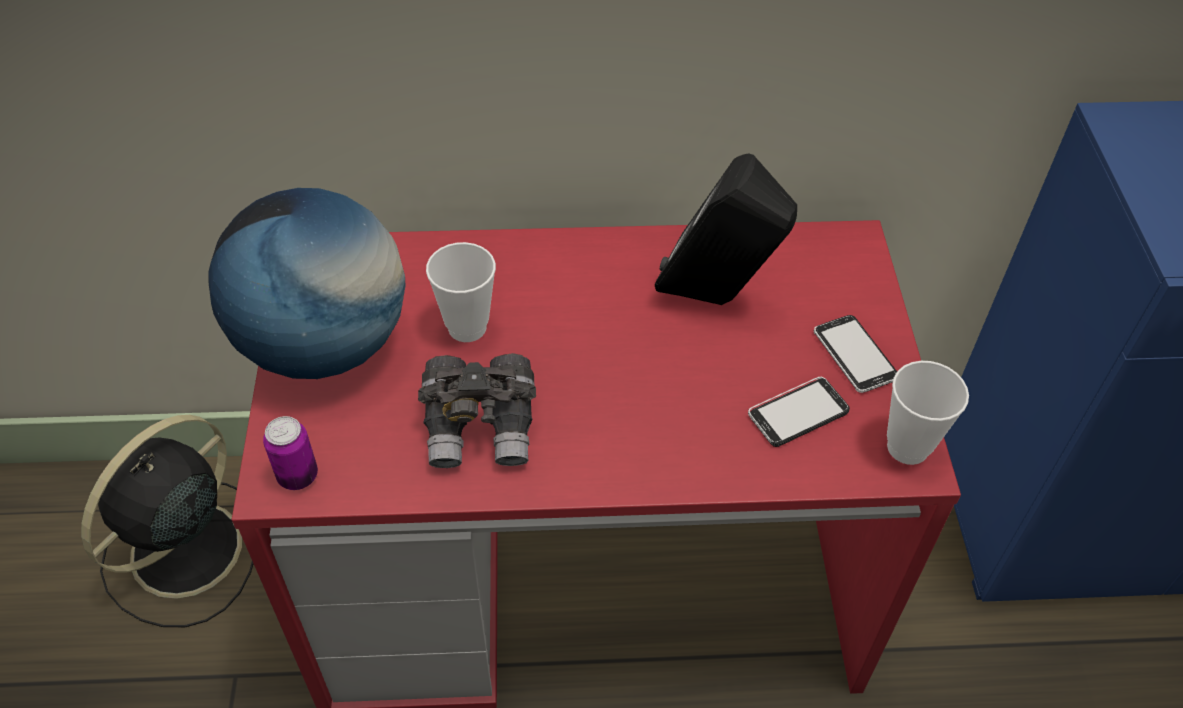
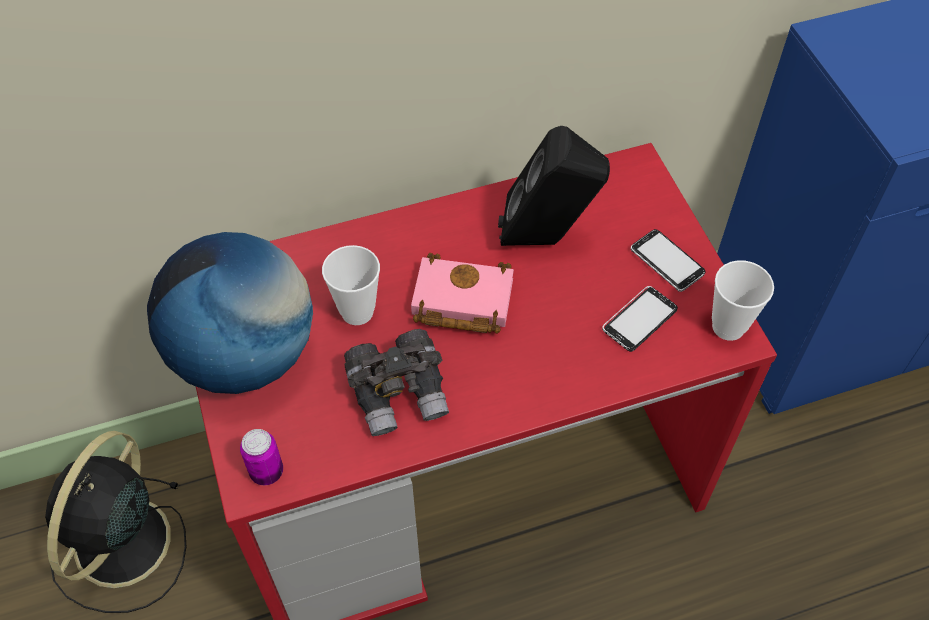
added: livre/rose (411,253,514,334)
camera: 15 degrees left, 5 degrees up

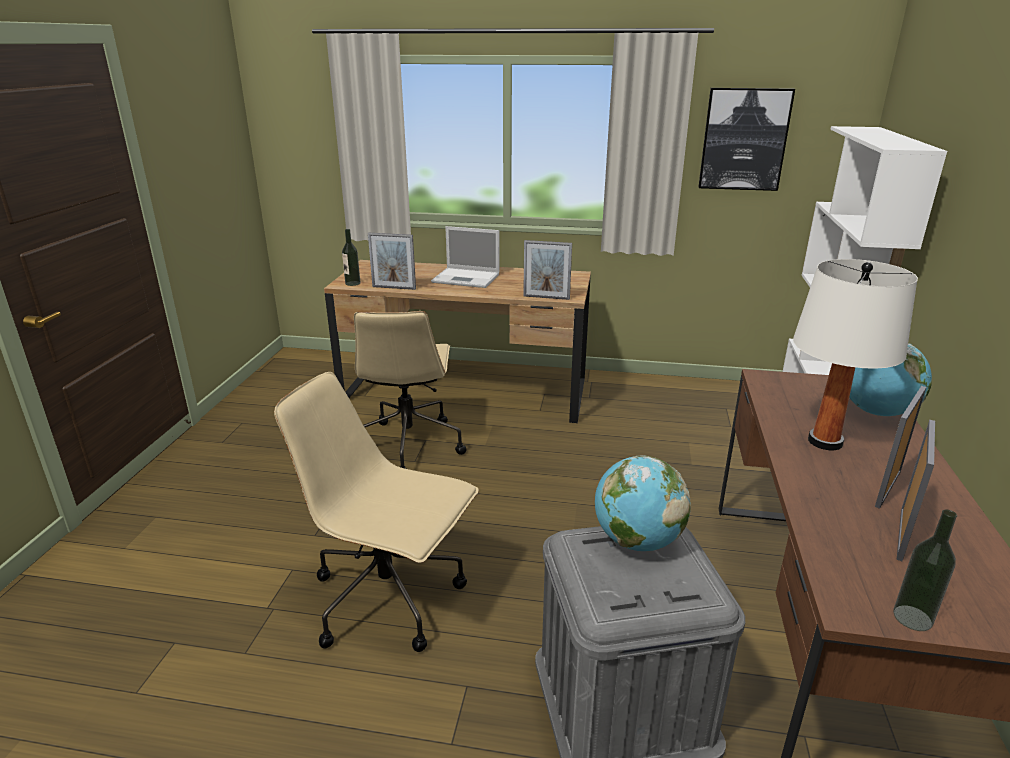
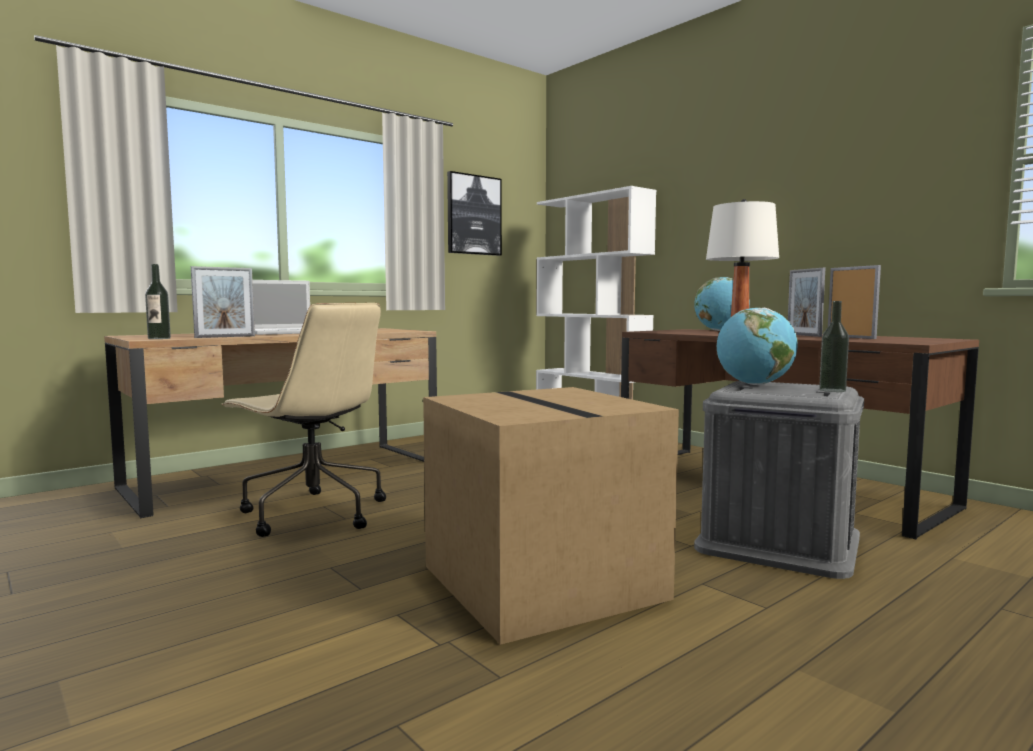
removed: cadre photo (523,240,572,300)
moved: bouteille (893,509,957,631) to (819,301,849,392)
replaced: chaise de bureau/beige (274,372,479,652) to carton (423,387,679,645)
camera: 50 degrees left, 20 degrees down

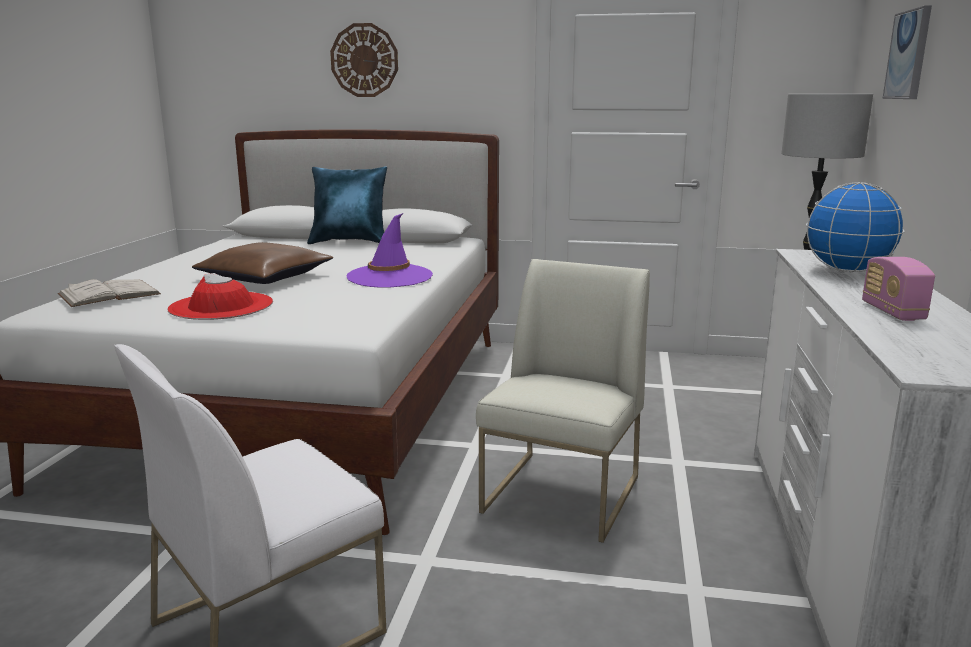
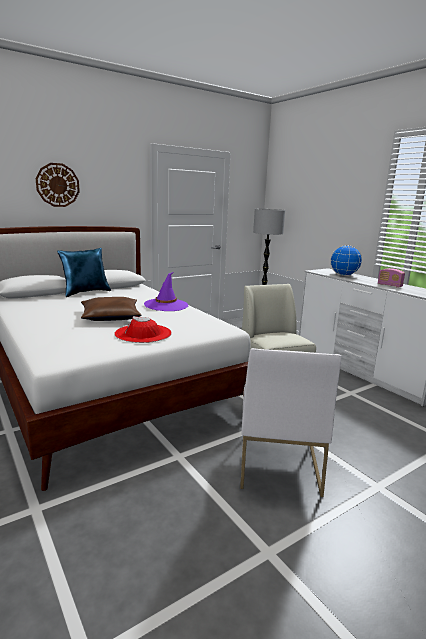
removed: tableau (883,5,932,99); livre/blanc (58,279,161,307)
camera: 45 degrees left, 0 degrees up

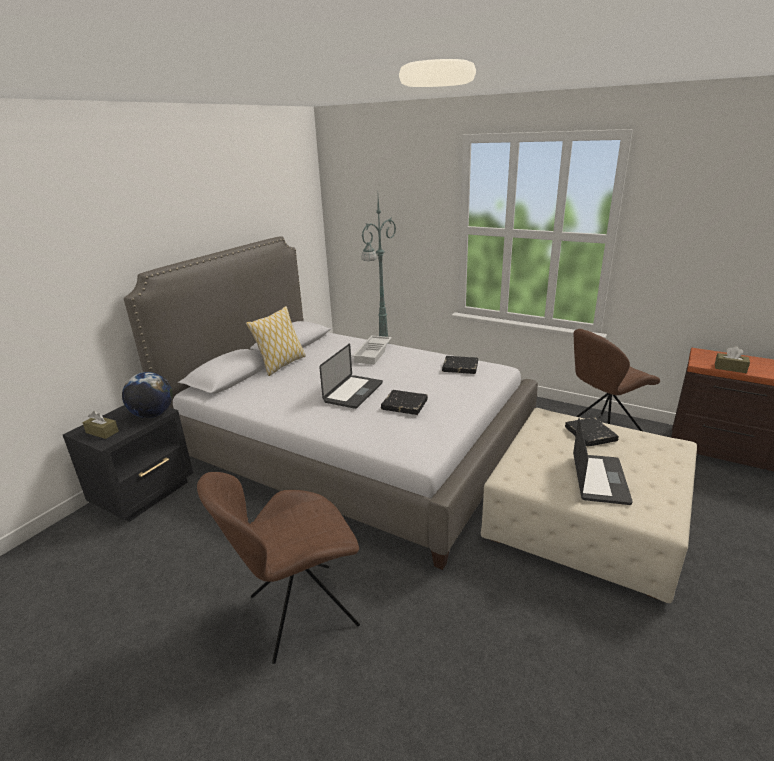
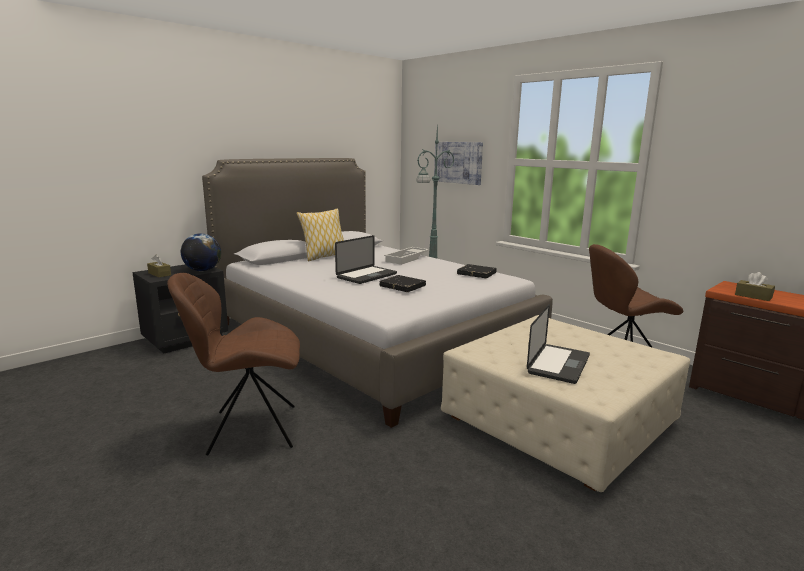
removed: livre/noir (565,417,619,447)
added: tableau (434,142,483,185)
camera: 15 degrees right, 10 degrees down

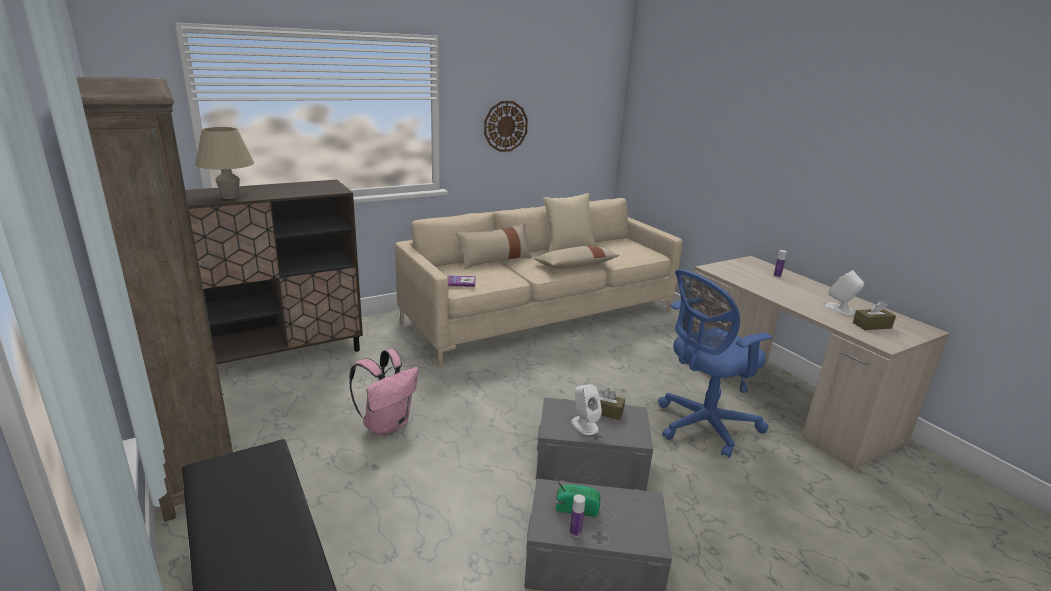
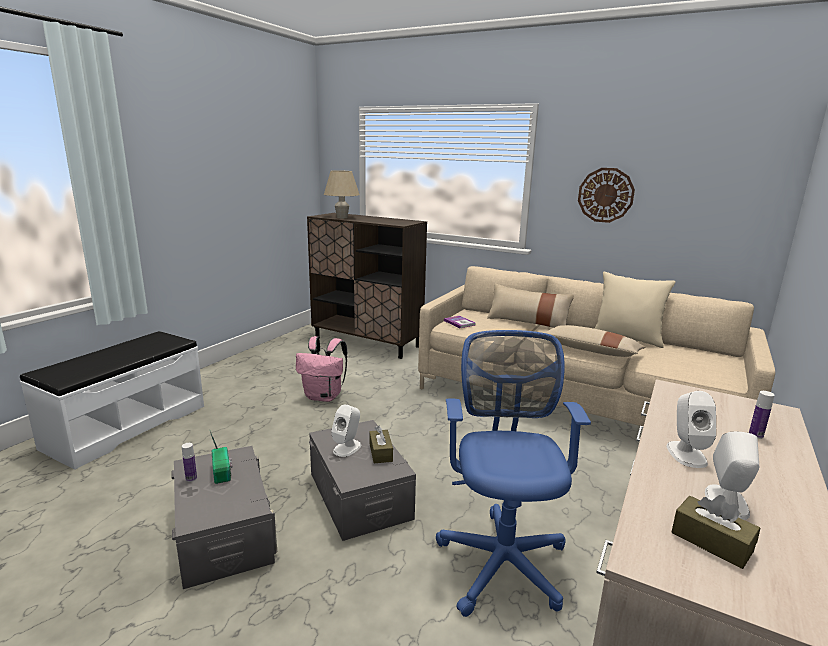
removed: bibliothèque/marron (77,77,233,522)
added: enceinte/blanc (667,391,716,468)
turned: chaise de bureau/bleu (658,269,772,458) = (436,330,591,617) 60 degrees clockwise
camera: 60 degrees right, 5 degrees down

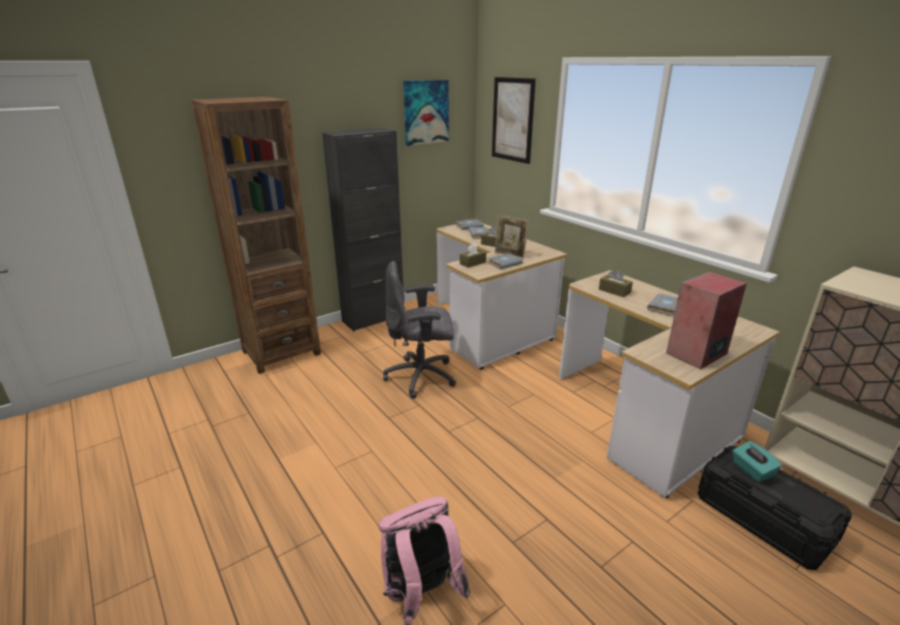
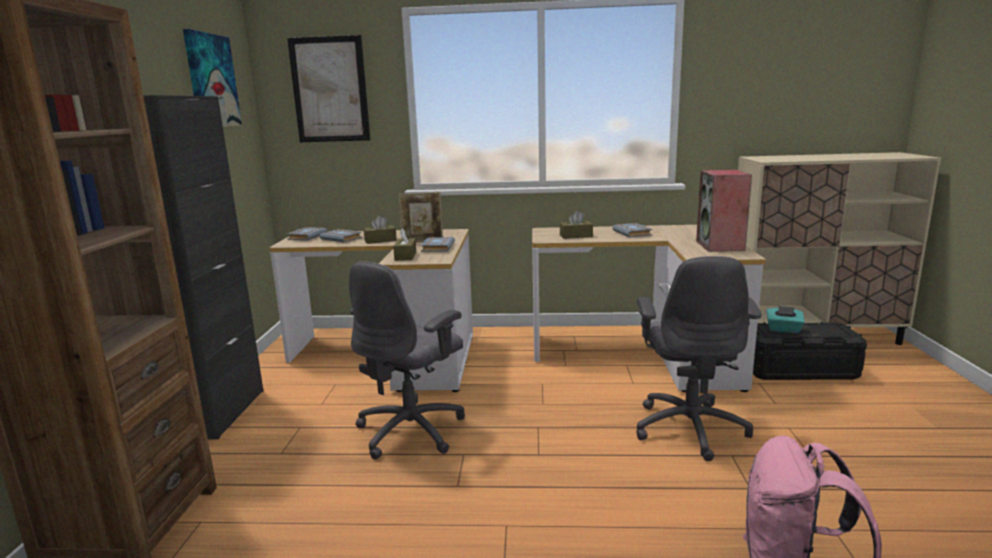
added: chaise de bureau/gris (636,256,762,461)
camera: 50 degrees left, 10 degrees down

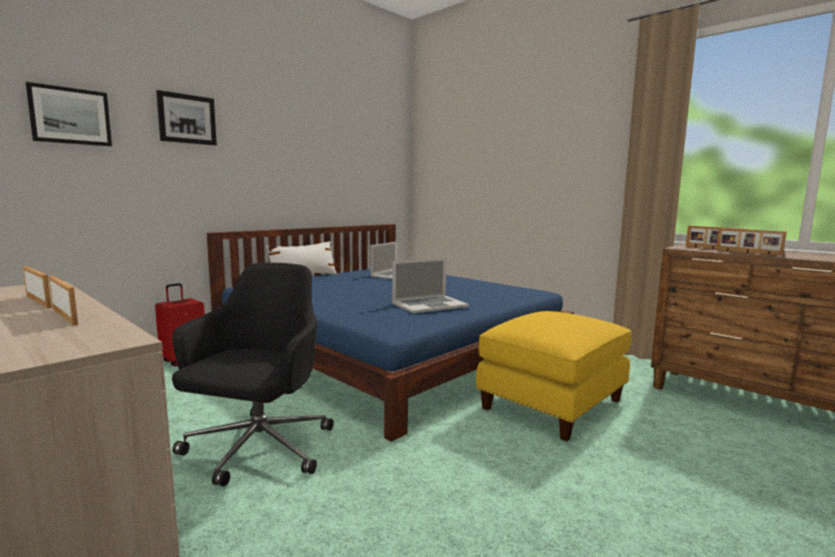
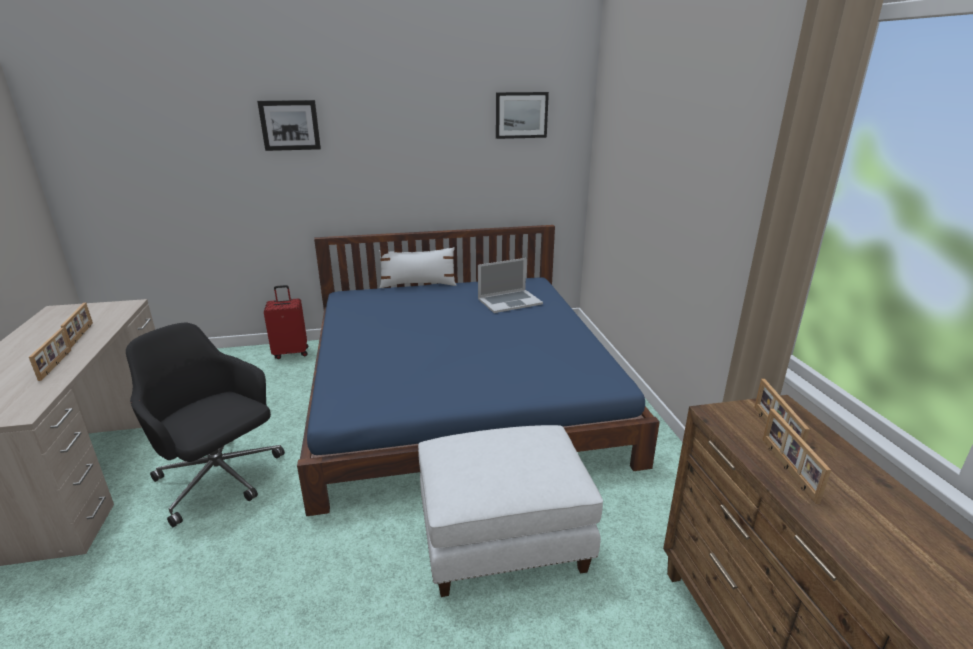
removed: ordinateur portable (392,258,469,313)
moved: tableau (26,82,112,146) to (496,92,549,139)
recoloured: pouf/jaune (476,311,632,441) to pouf/blanc (418,425,603,597)
turned: chaise de bureau/noir (172,263,334,486) = (126,322,285,527) 105 degrees counterclockwise
camera: 35 degrees right, 15 degrees up

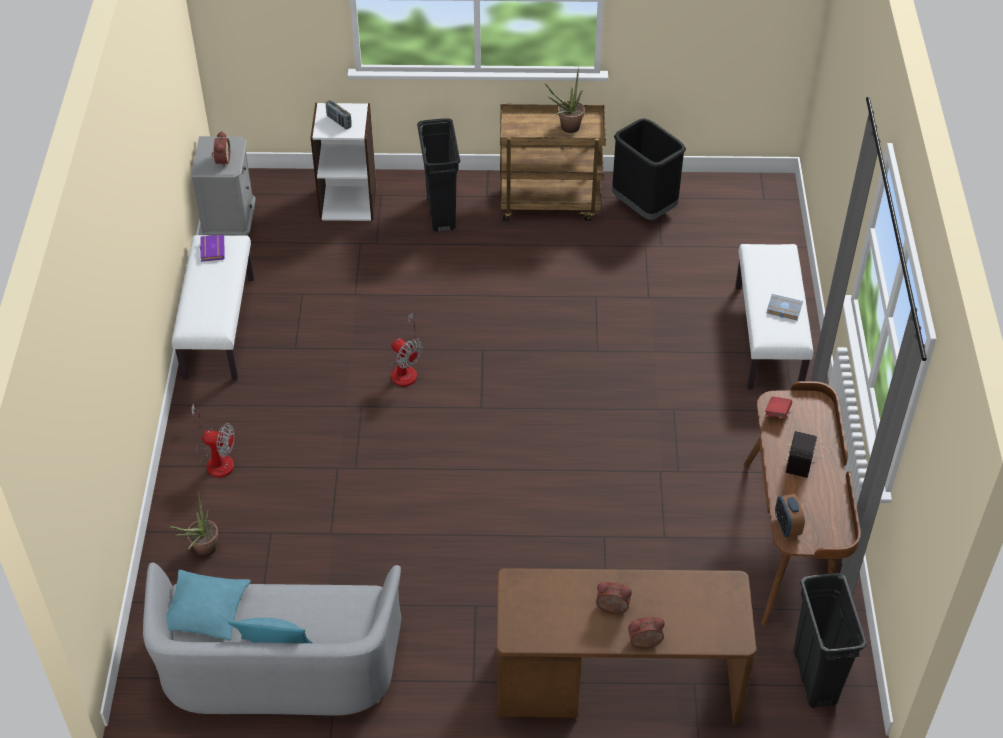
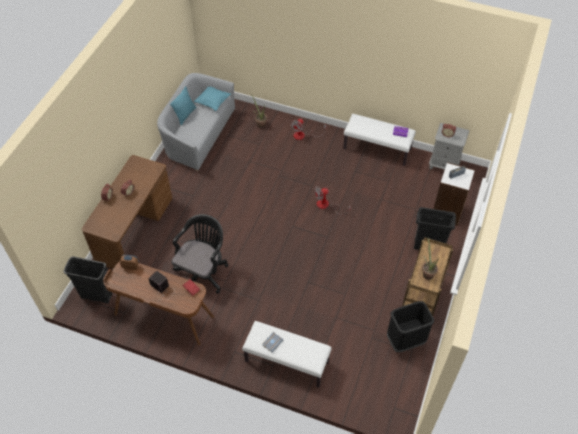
added: chaise de bureau/noir (171,214,228,294)
camera: 110 degrees right, 5 degrees up

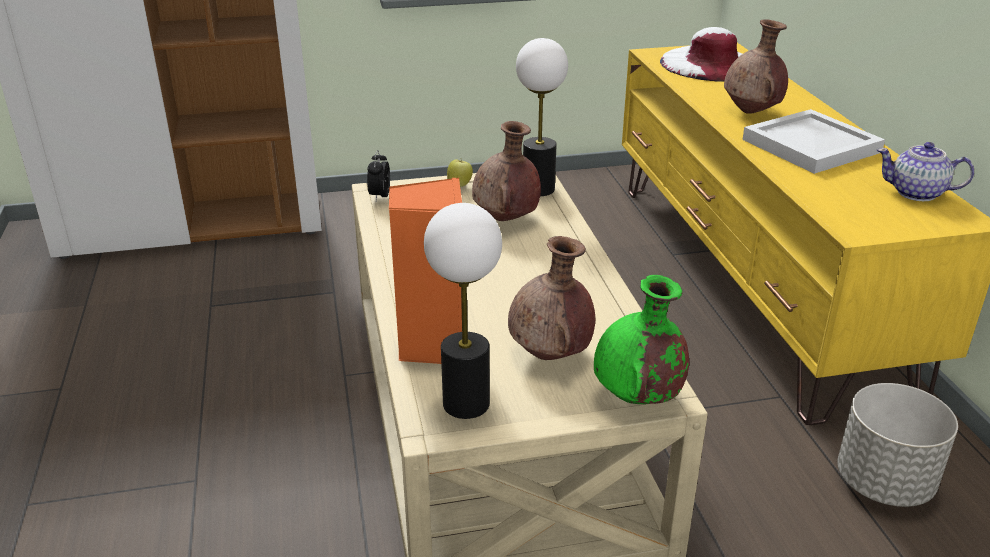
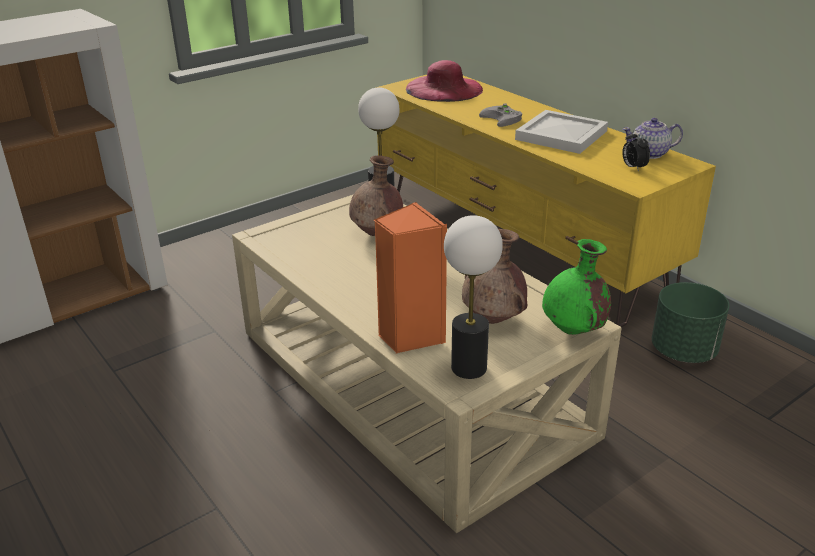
removed: pomme (447,159,473,187)
moved: réveil (367,150,390,201) to (622,130,650,172)
replaced: vase/marron (724,19,788,114) to manette/gris (479,103,522,127)
recoloured: chapeau/blanc (660,27,742,82) to chapeau/rose (406,60,483,102); cache-pot/gris (837,383,958,507) to cache-pot/vert (652,282,729,363)
camera: 25 degrees left, 0 degrees up

